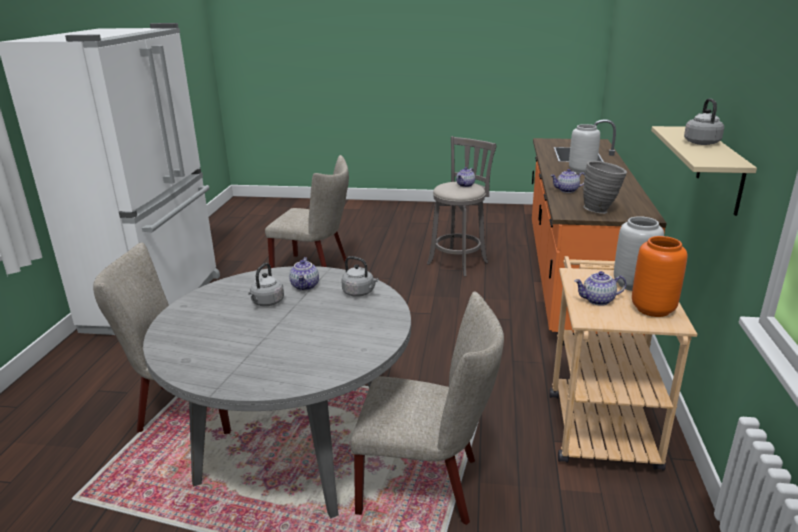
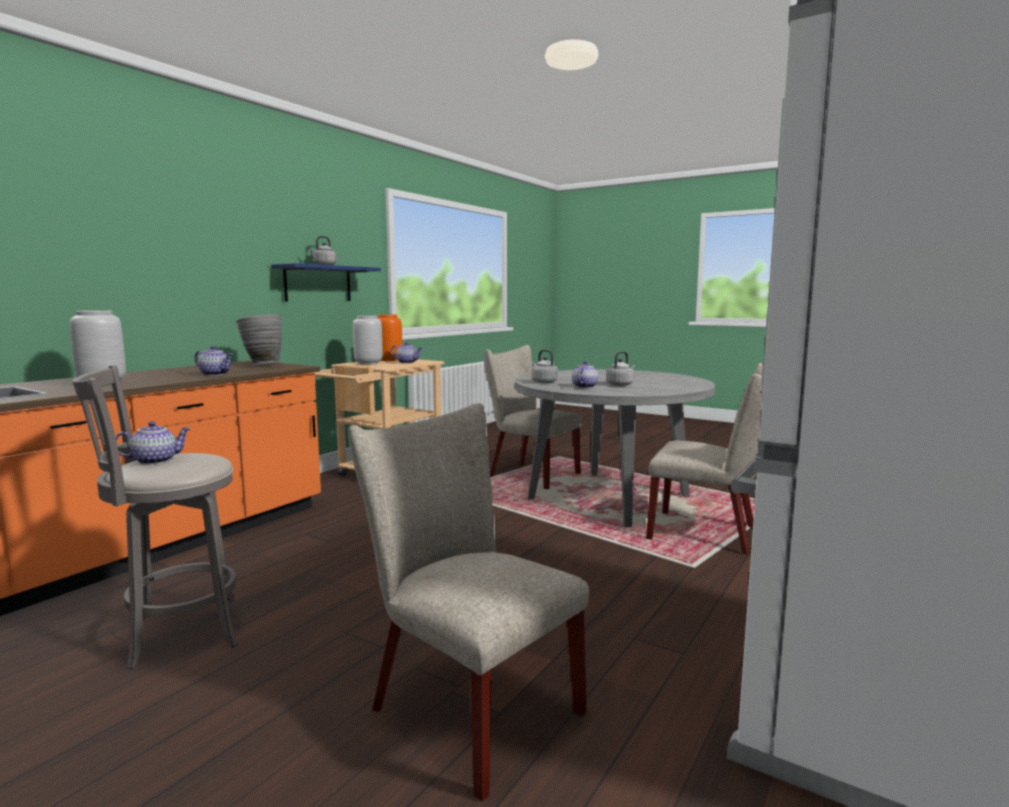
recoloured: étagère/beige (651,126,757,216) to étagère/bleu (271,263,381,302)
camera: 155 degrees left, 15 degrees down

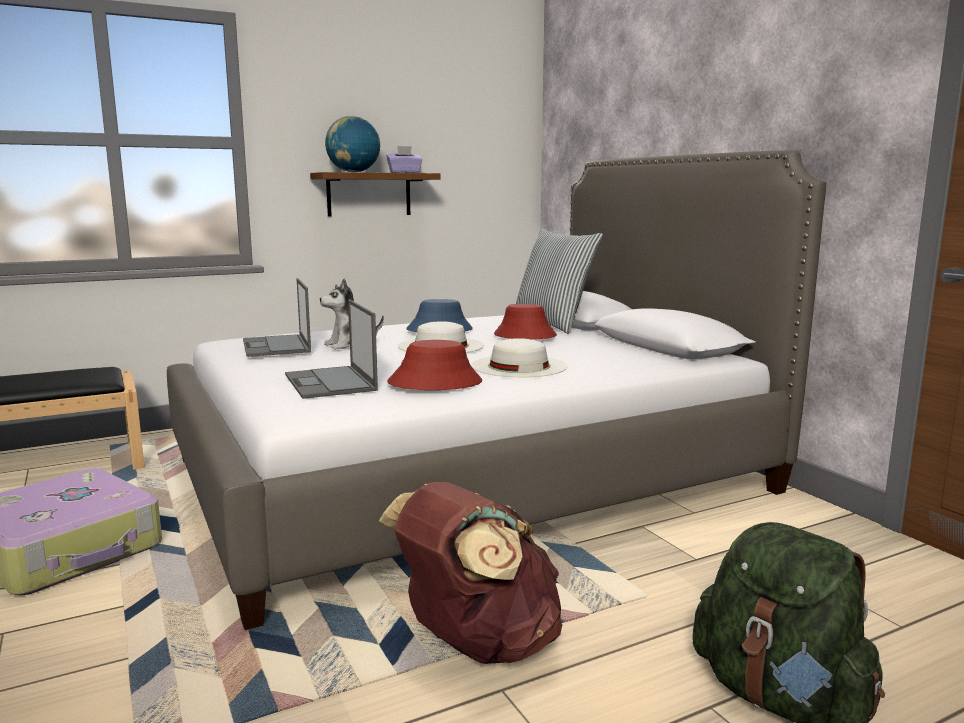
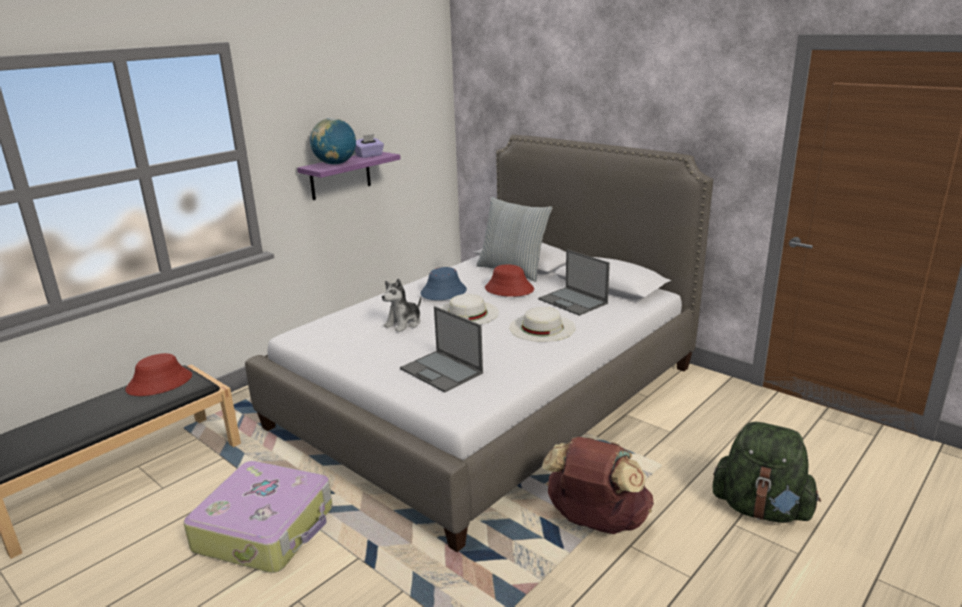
moved: ordinateur portable (243,278,311,357) to (538,249,610,316); chapeau/rouge (387,340,482,390) to (125,353,192,396)
recoloured: étagère/marron (310,172,441,216) to étagère/violet (297,152,401,200)
camera: 20 degrees left, 10 degrees up

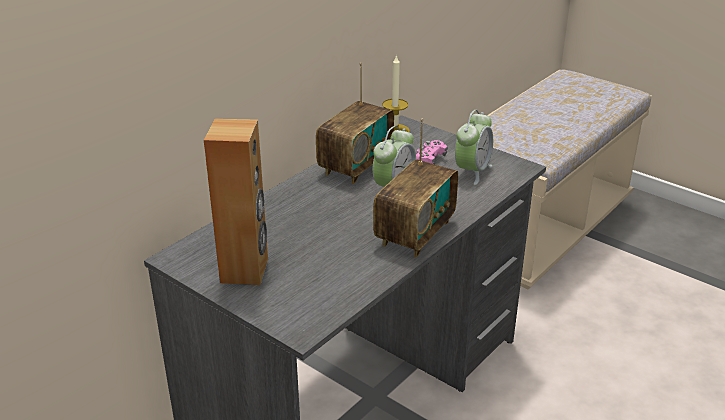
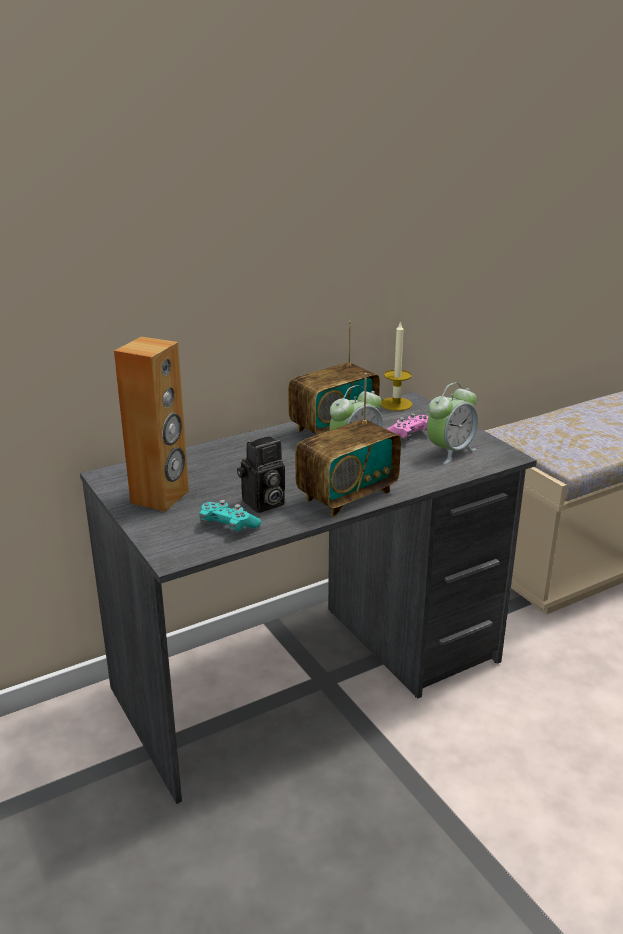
added: appareil photo (237,436,285,513); manette/turquoise (199,500,261,534)
camera: 20 degrees right, 5 degrees down

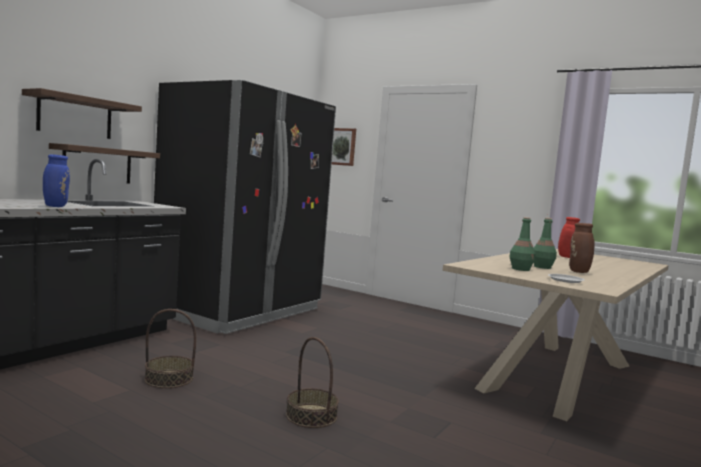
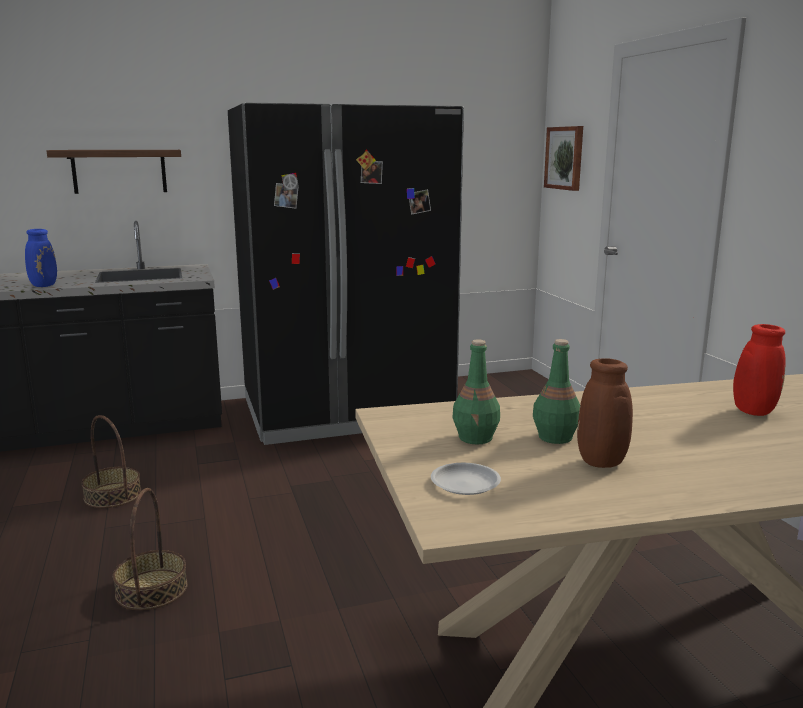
removed: étagère (49,143,160,184)
camera: 40 degrees right, 10 degrees up

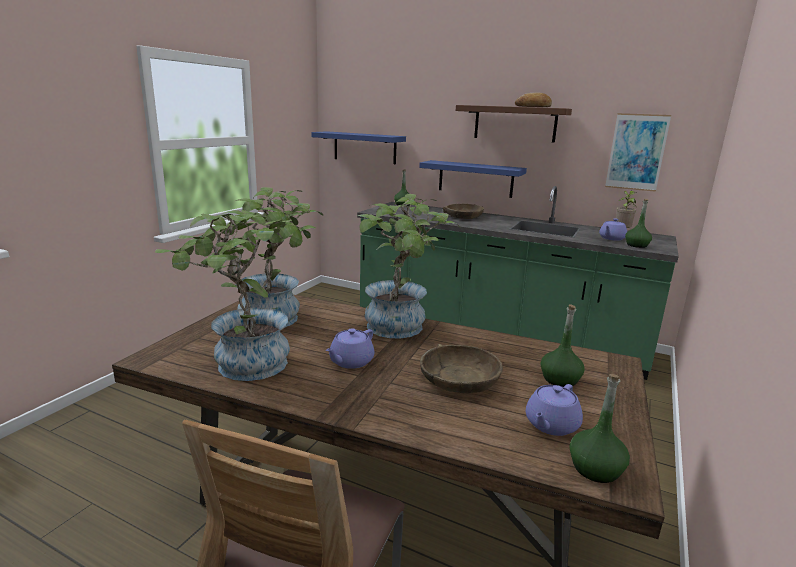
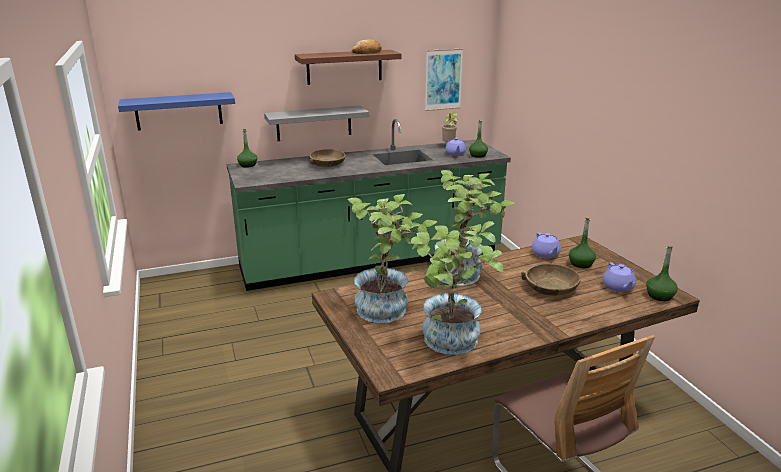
moved: théière/violet (326,328,374,369) to (532,233,561,258)
recoloured: étagère/bleu (419,160,527,198) to étagère/gris (264,106,369,141)
camera: 45 degrees left, 5 degrees up

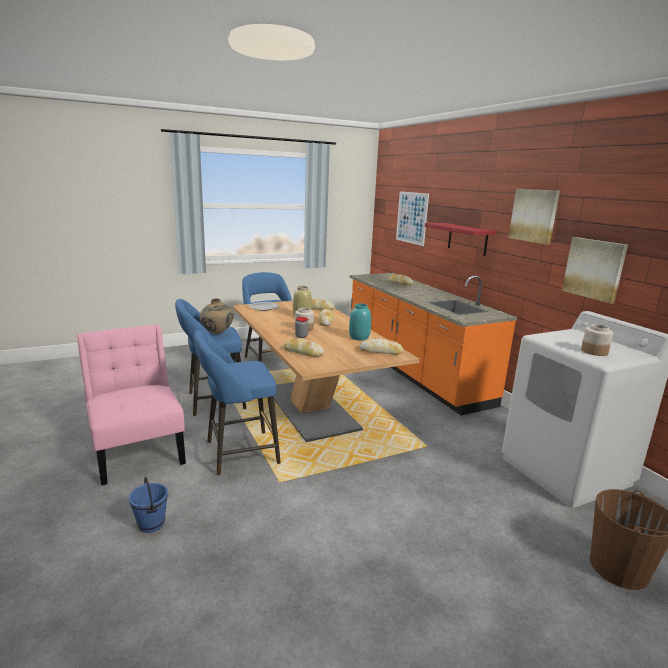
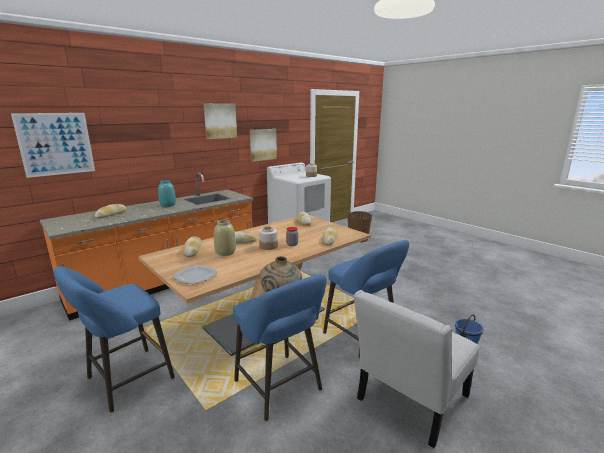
removed: étagère/rouge (425,223,496,256)
moved: vase/turquoise (349,303,371,340) to (158,180,176,207)
recoloured: chaise/rose (77,325,186,485) to chaise/blanc (353,290,480,448)
camera: 105 degrees left, 0 degrees up

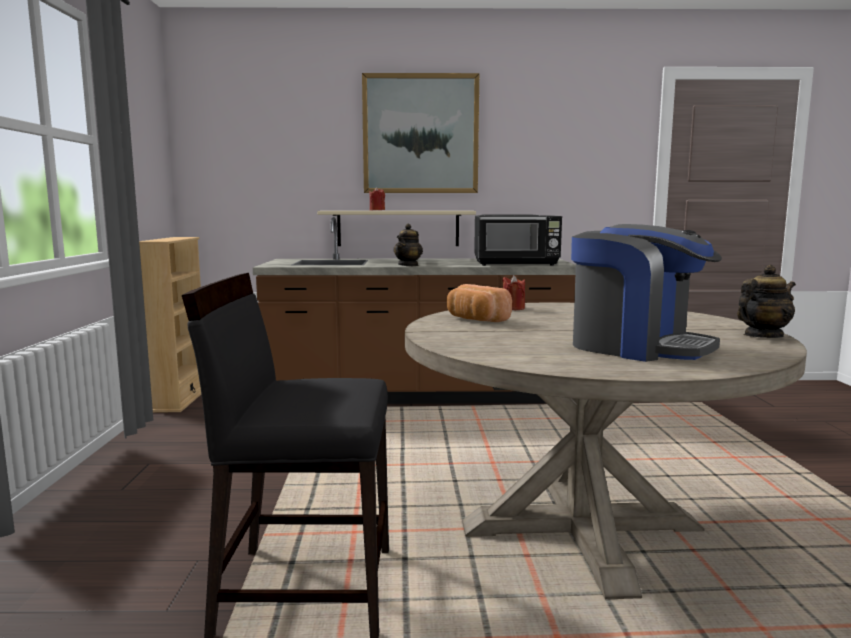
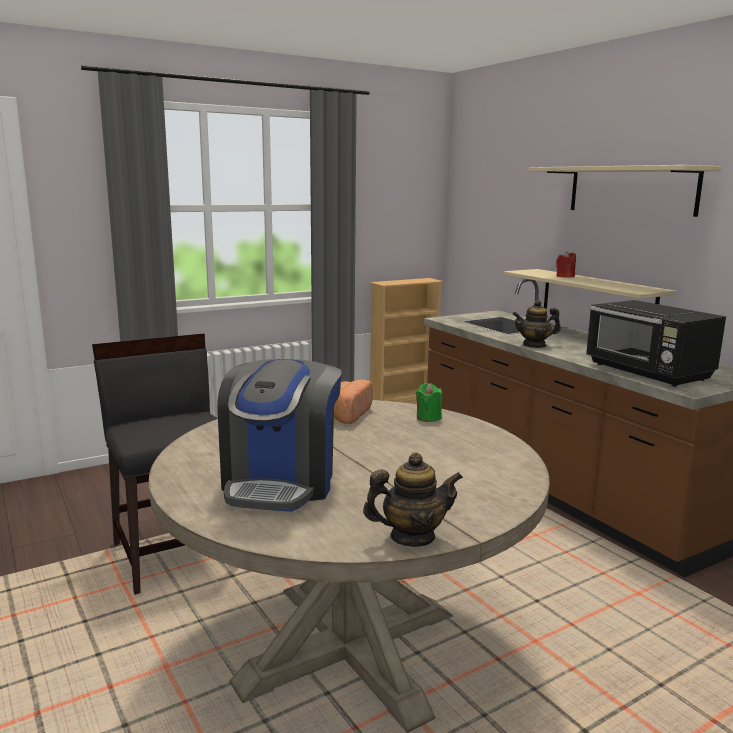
replaced: tableau (362,73,479,193) to étagère/beige (529,165,722,217)
recoloured: bougie/rouge (503,275,525,310) to bougie/vert (416,383,442,422)
turned: théière (737,265,796,338) = (363,452,463,547) 45 degrees counterclockwise
camera: 60 degrees right, 5 degrees up

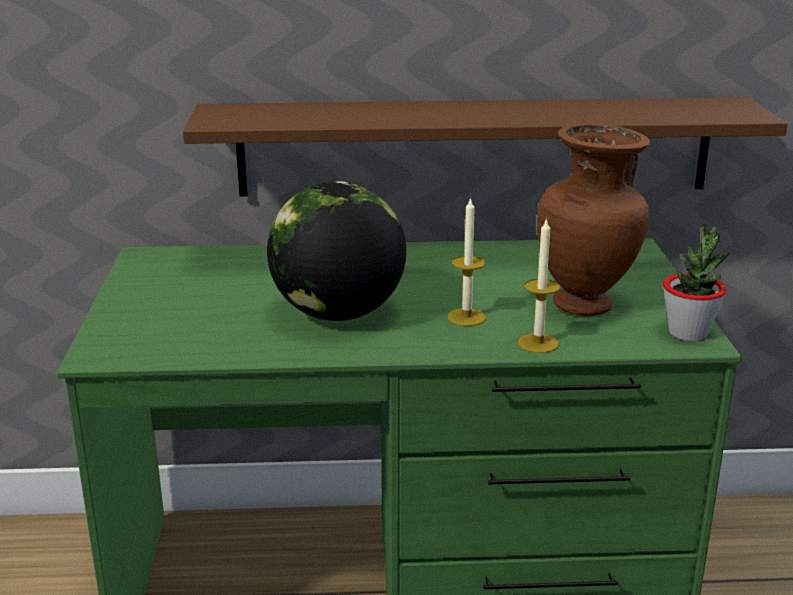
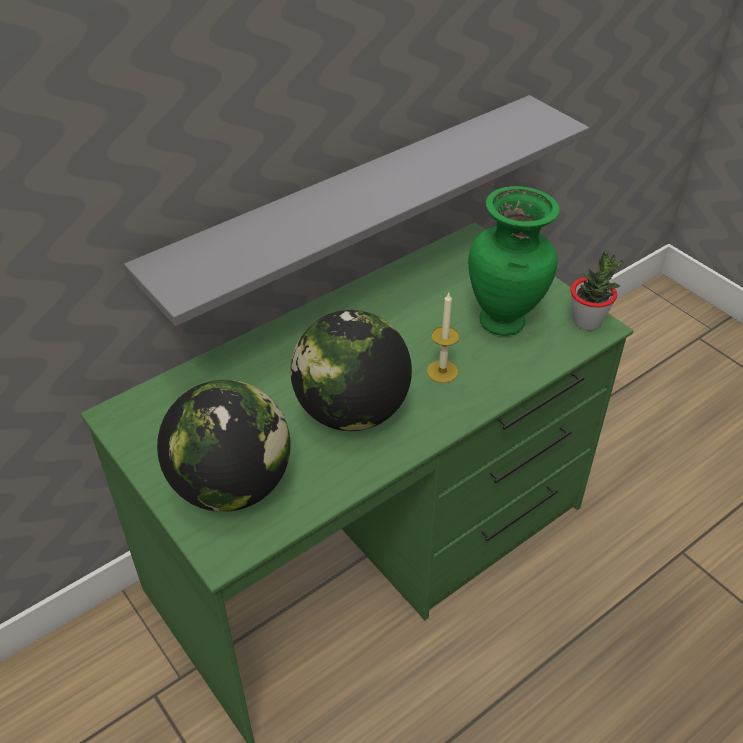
removed: bougie (518,218,560,353)
added: globe (157,380,291,512)
recoloured: étagère/marron (183,97,788,196) to étagère/gris (124,95,589,326); vase/marron (537,123,650,316) to vase/vert (468,186,560,336)
camera: 35 degrees left, 20 degrees up

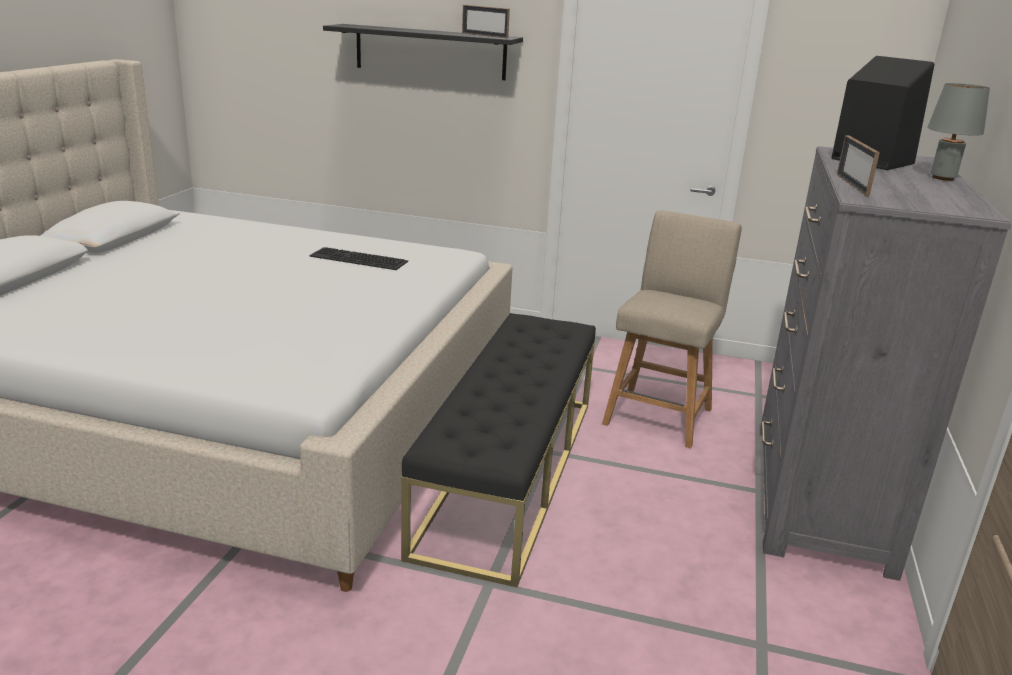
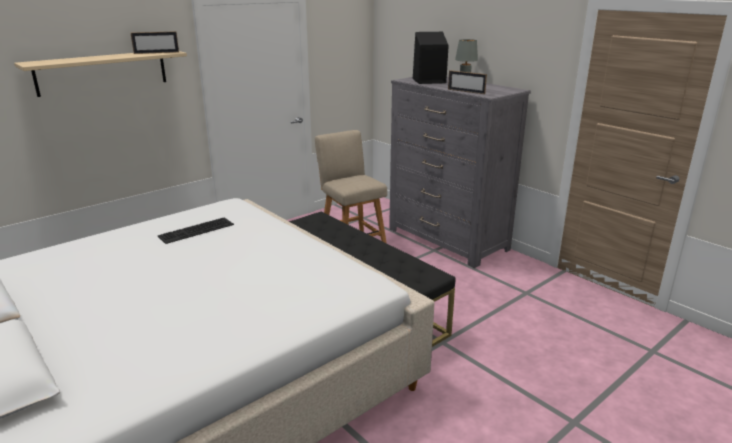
recoloured: étagère/noir (323,24,523,80) to étagère/beige (14,51,187,97)
camera: 55 degrees left, 0 degrees up

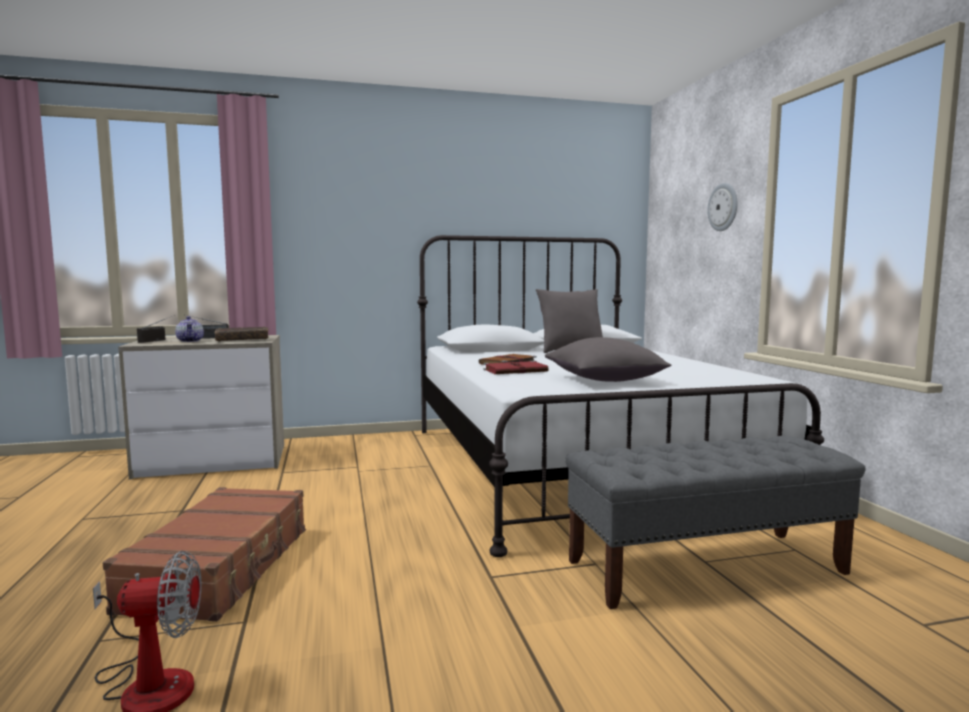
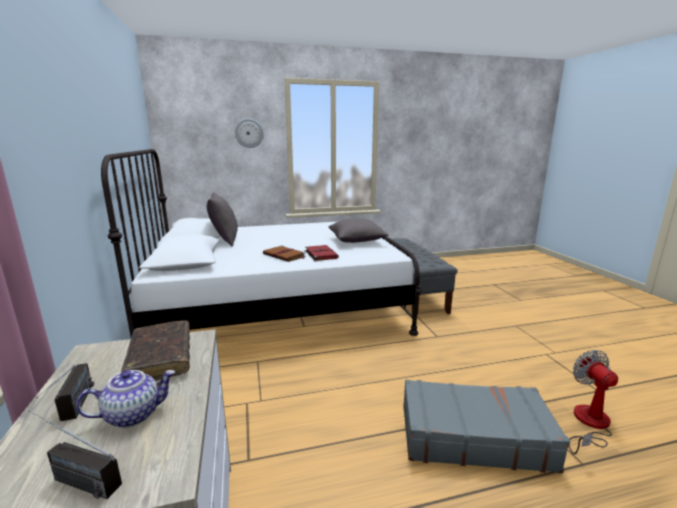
recoloured: valise/marron (103,487,306,622) to valise/gris (403,380,570,473)
camera: 90 degrees left, 10 degrees up

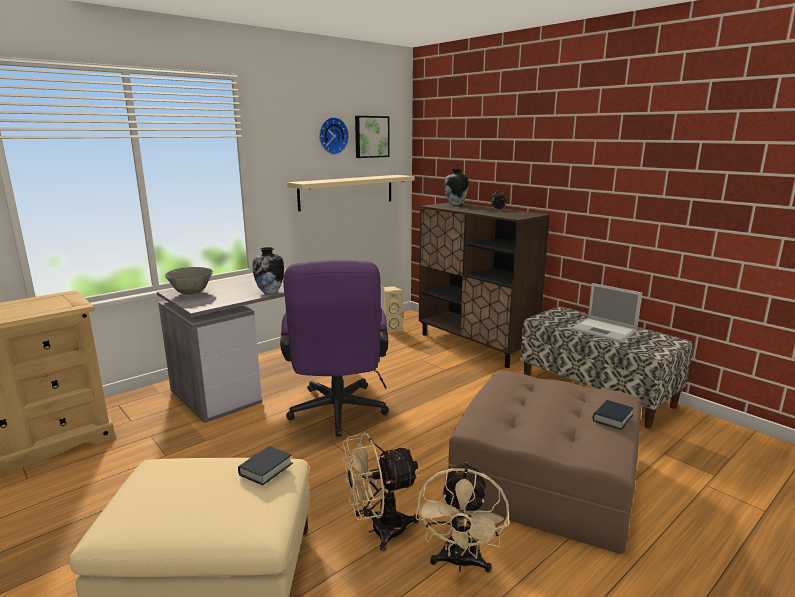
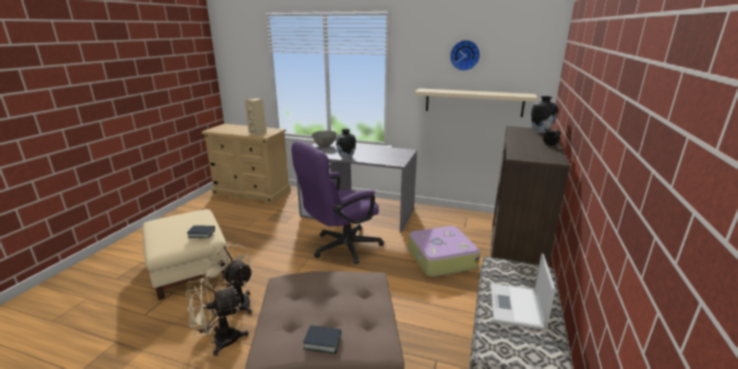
removed: tableau (355,116,390,158)
added: valise (408,226,480,277)
moved: enceinte/beige (383,286,403,333) to (245,98,267,136)
camera: 60 degrees right, 5 degrees up

